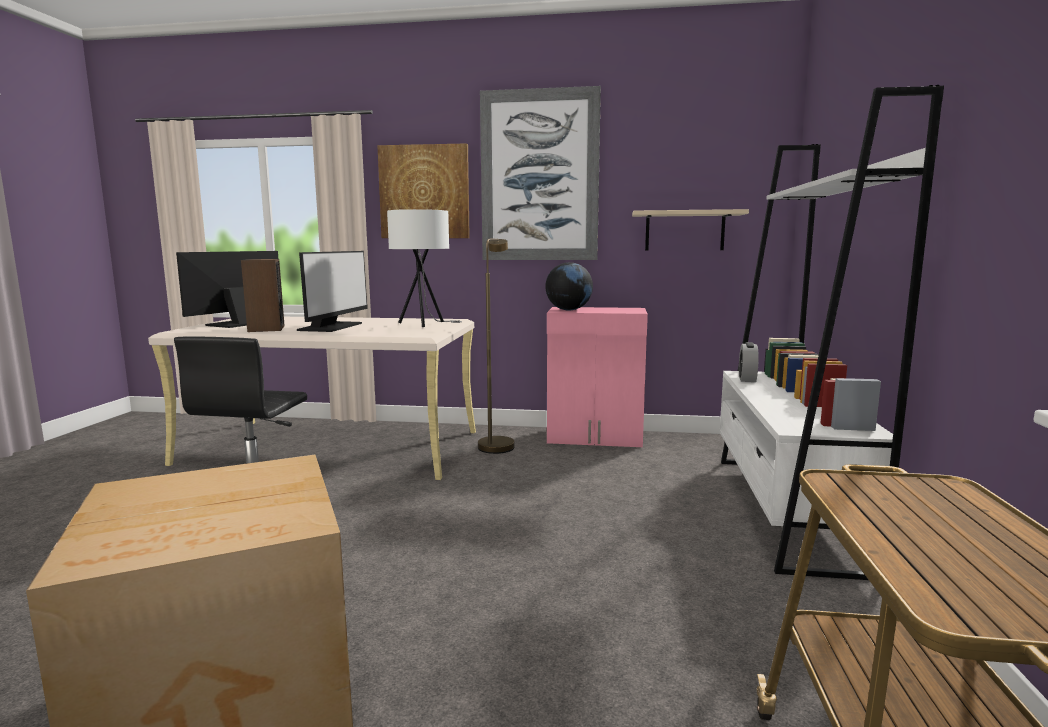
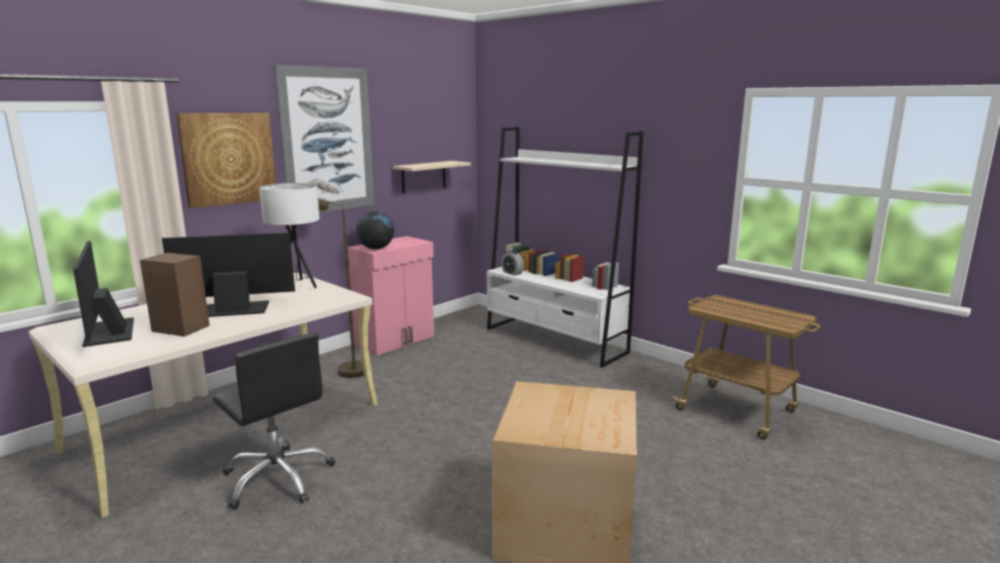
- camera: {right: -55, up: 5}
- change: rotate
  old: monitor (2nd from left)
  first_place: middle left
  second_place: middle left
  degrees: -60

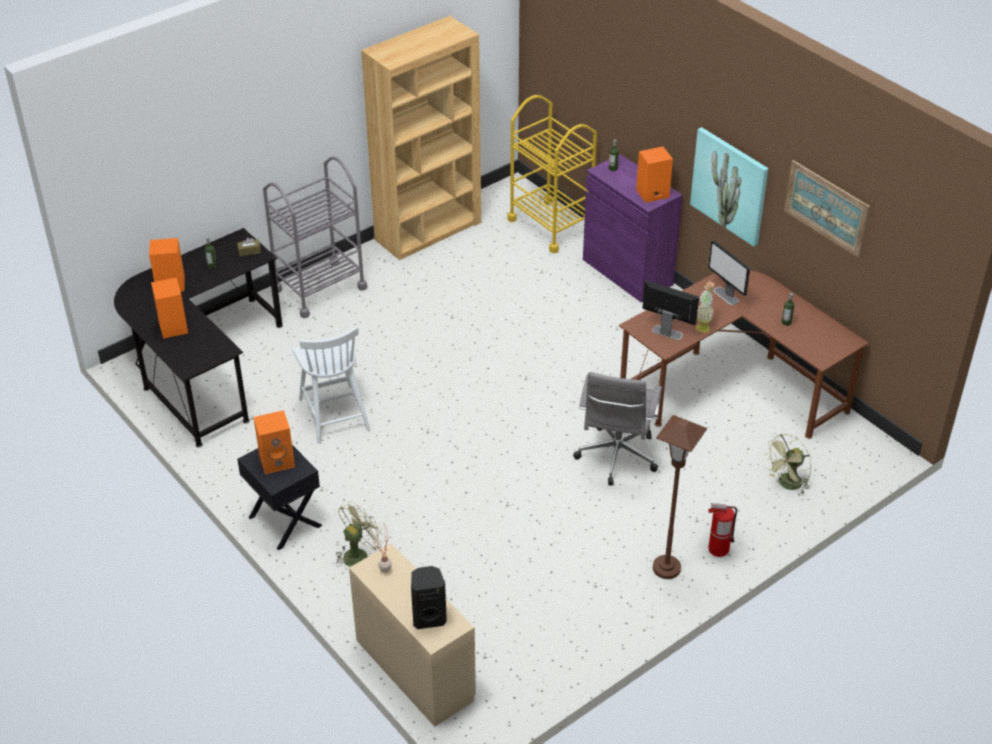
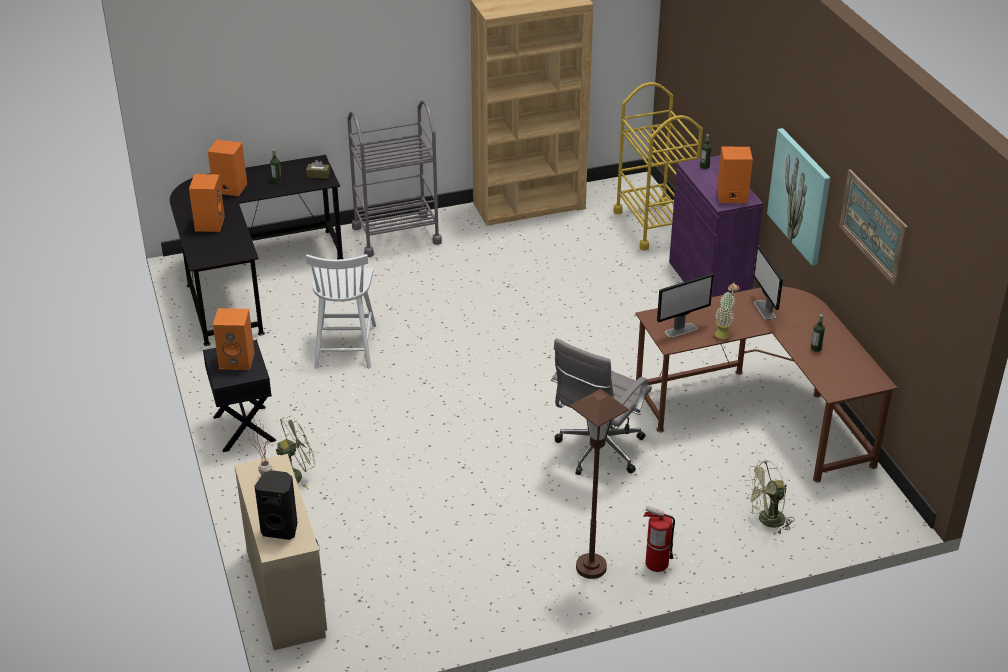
- camera: {right: 20, up: -5}
- change: rotate
  old: monitor (1st from left)
  first_place: middle right
  second_place: middle right
  degrees: 105

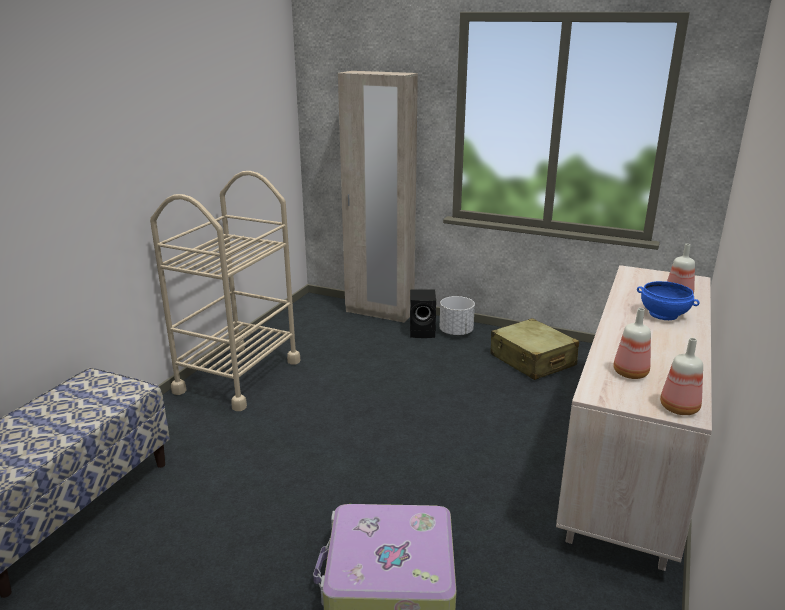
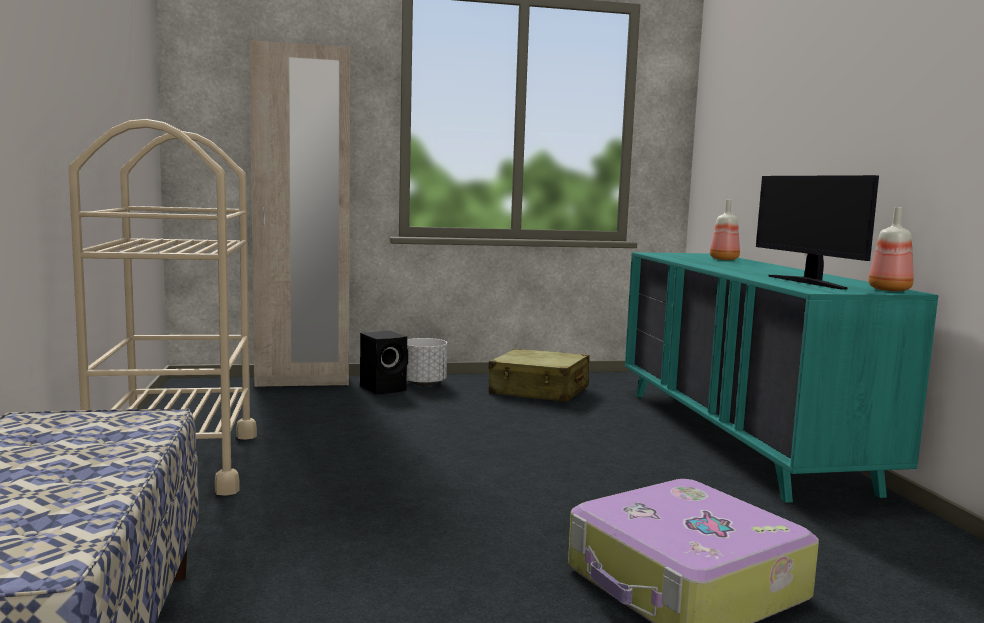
- camera: {right: -35, up: -15}
- change: recolor
  old: komoda (beżowy)
  new: komoda (turkusowy)
  first_place: bottom right
  second_place: middle right
- change: replace
  old: butelka (1st from left)
  new: monitor
  first_place: middle right
  second_place: middle right
- change: delete
  old: miska (niebieski)
  first_place: middle right

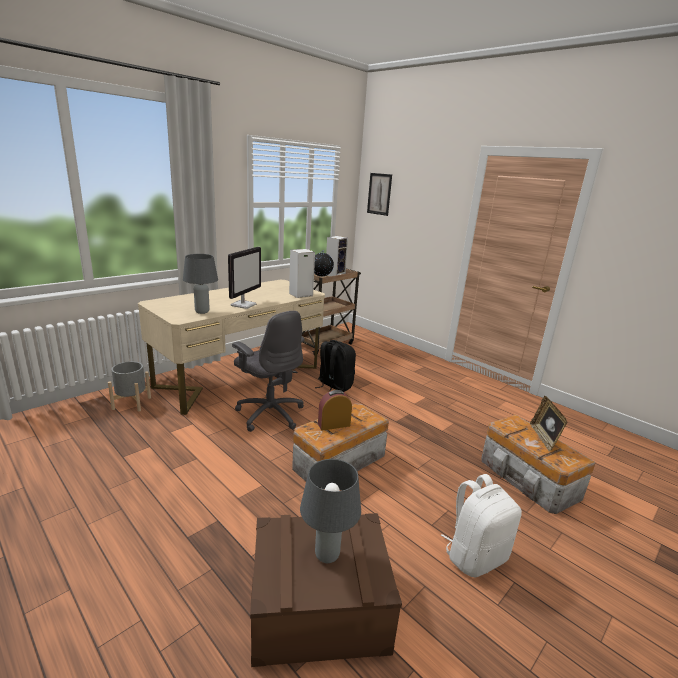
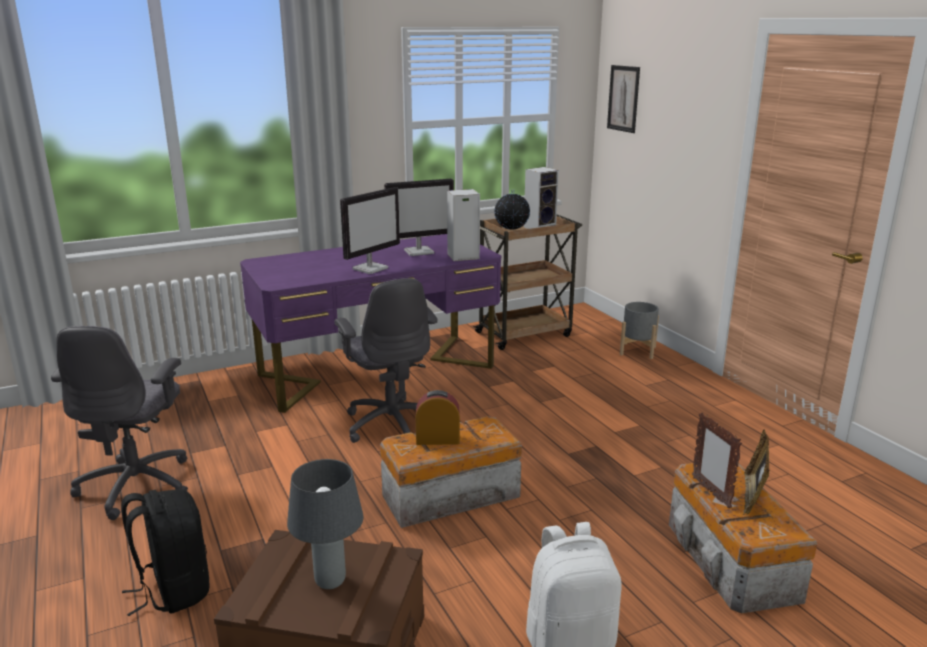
- camera: {right: 20, up: 0}
- change: move
  old: donica (szary)
  first_place: middle left
  second_place: middle right
- change: recolor
  old: biurko (beżowy)
  new: biurko (fioletowy)
  first_place: centre
  second_place: centre
- change: delete
  old: lampa stołowa (szary) (1st from left)
  first_place: middle left
- change: move
  old: plecak (czarny)
  first_place: centre
  second_place: bottom left
- change: insert
  new: krzesło biurowe (szary) (1st from left)
  second_place: middle left
- change: insert
  new: monitor (2nd from left)
  second_place: centre
- change: insert
  new: ramka na zdjęcie (1st from left)
  second_place: bottom right

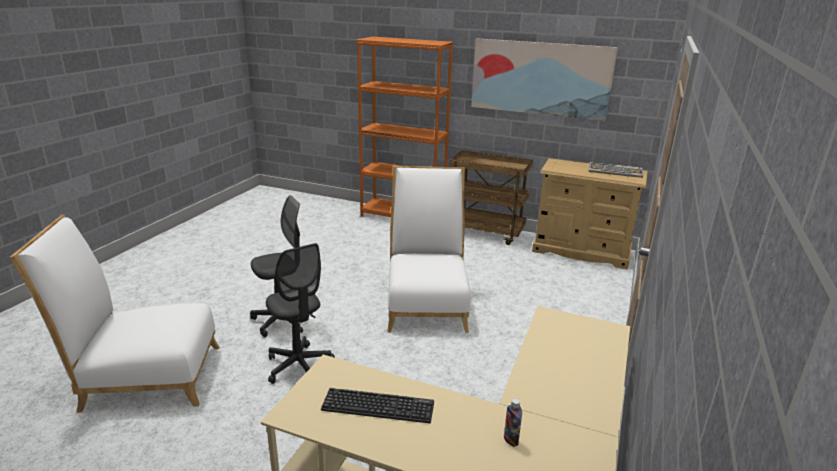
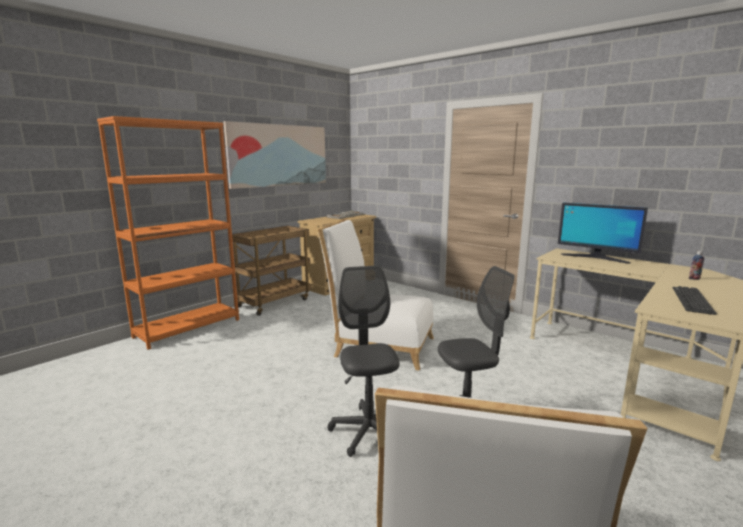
- camera: {right: -70, up: -10}
- change: insert
  new: monitor
  second_place: middle right

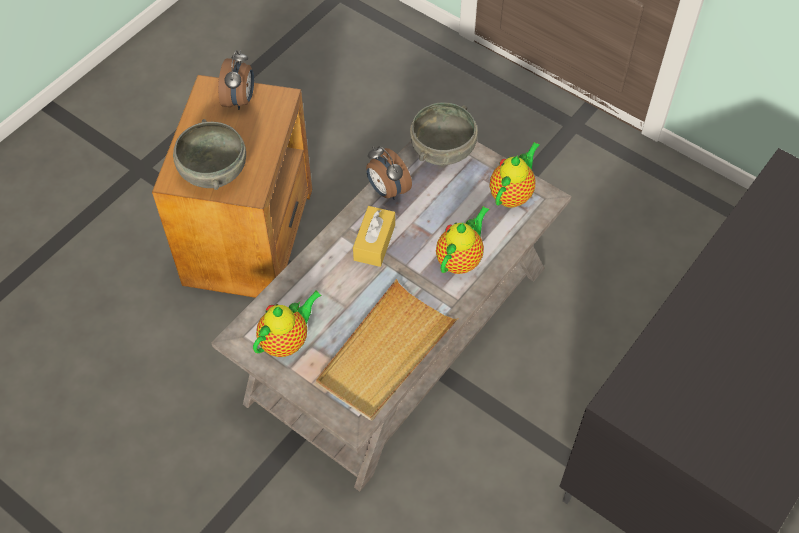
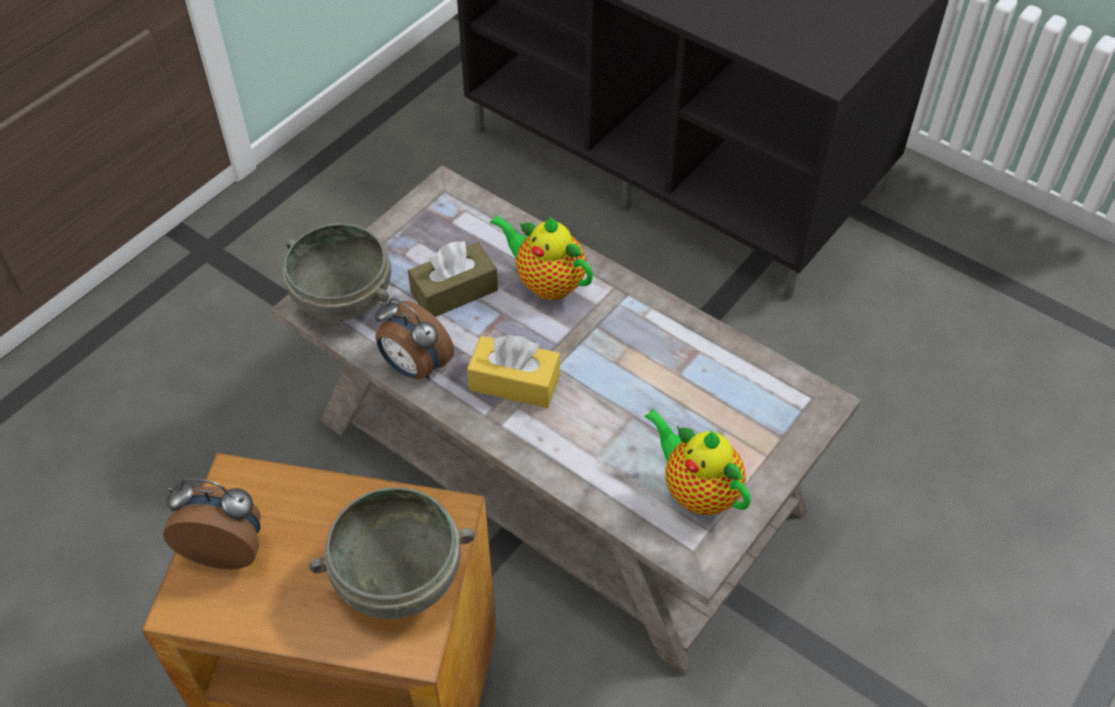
- camera: {right: -90, up: -5}
- change: delete
  old: taca (beżowy)
  first_place: centre
- change: rotate
  old: budzik (2nd from left)
  first_place: top centre
  second_place: centre
  degrees: 75
- change: delete
  old: imbryk (3rd from left)
  first_place: top centre
- change: insert
  new: pudełko chusteczek (brązowy)
  second_place: centre

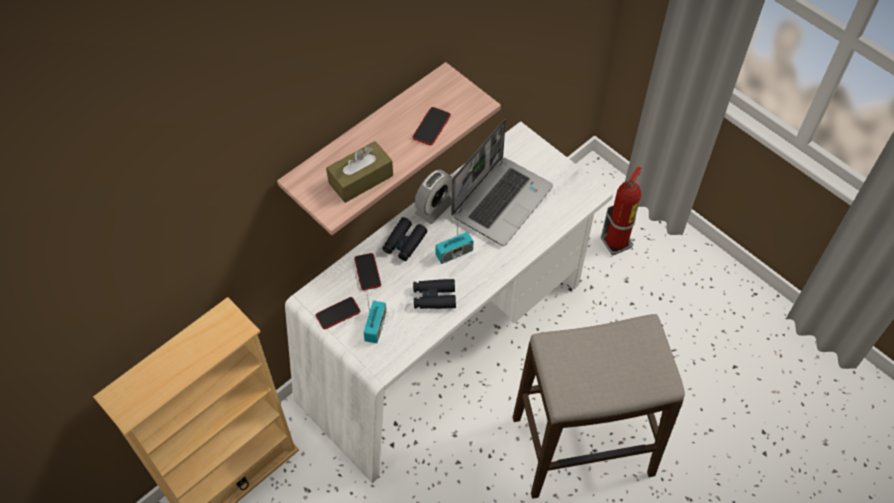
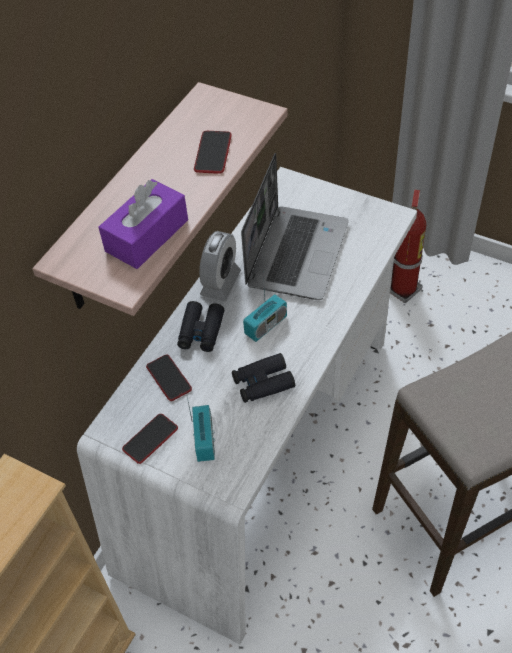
- camera: {right: -15, up: -5}
- change: recolor
  old: pudełko chusteczek (brązowy)
  new: pudełko chusteczek (fioletowy)
  first_place: centre
  second_place: middle left

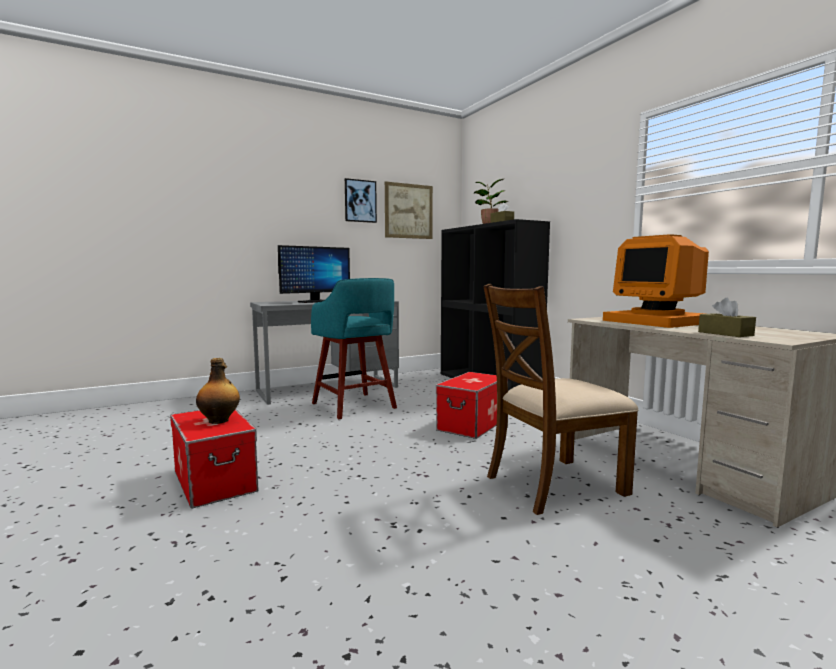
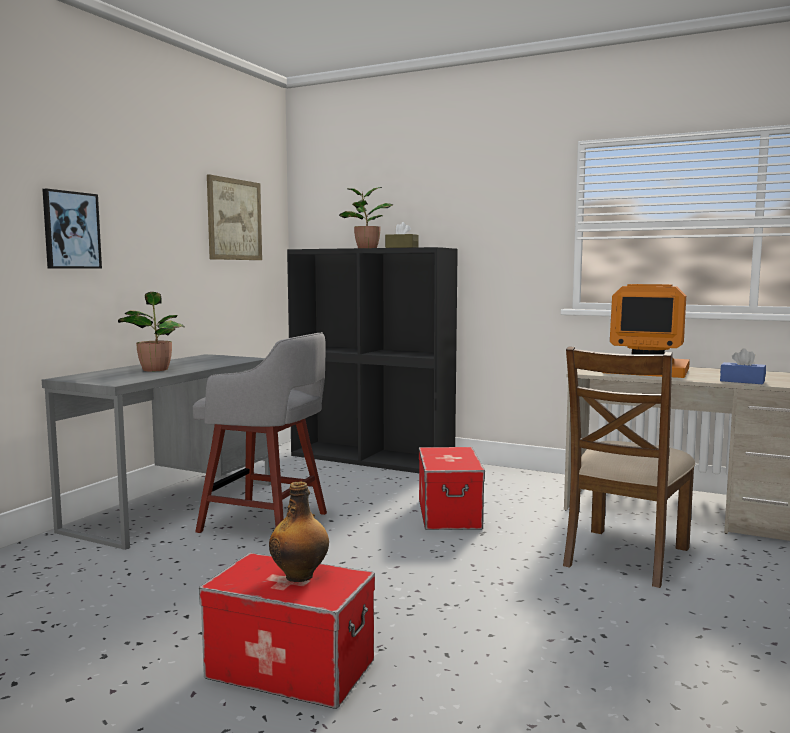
- camera: {right: -35, up: 0}
- change: replace
  old: monitor (1st from left)
  new: roślina doniczkowa (1st from left)
  first_place: centre
  second_place: middle left
- change: recolor
  old: stołek (turkusowy)
  new: stołek (szary)
  first_place: centre
  second_place: middle left
- change: move
  old: obraz (1st from left)
  first_place: top centre
  second_place: top left
- change: recolor
  old: pudełko chusteczek (brązowy) (2nd from left)
  new: pudełko chusteczek (niebieski)
  first_place: middle right
  second_place: middle right

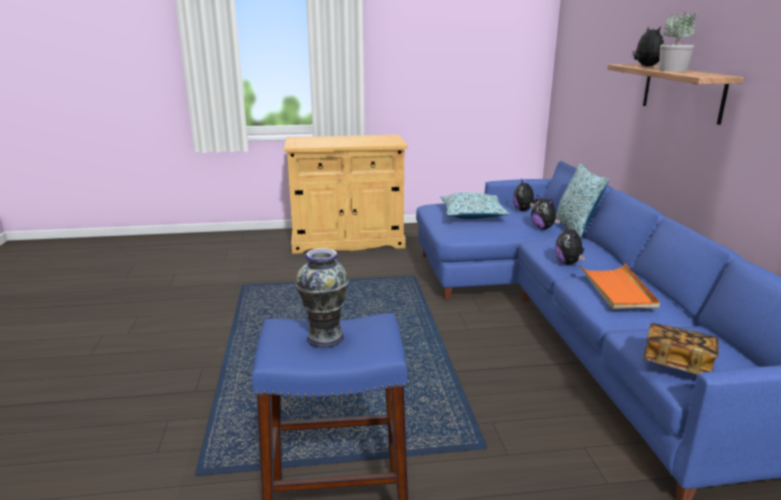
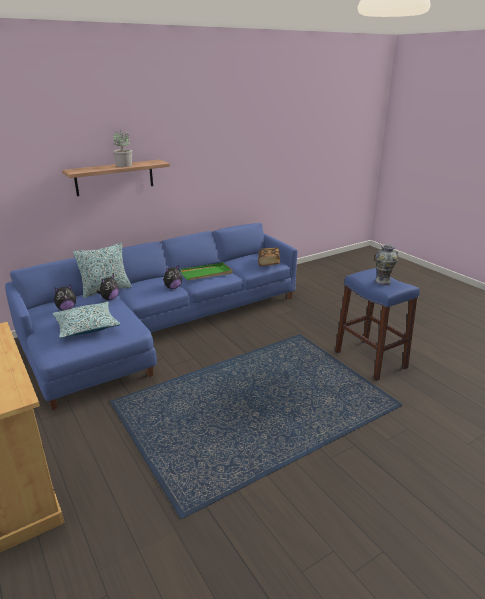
- camera: {right: -115, up: 5}
- change: recolor
  old: taca (pomarańczowy)
  new: taca (zielony)
  first_place: middle right
  second_place: centre
- change: delete
  old: pluszak (4th from left)
  first_place: top right

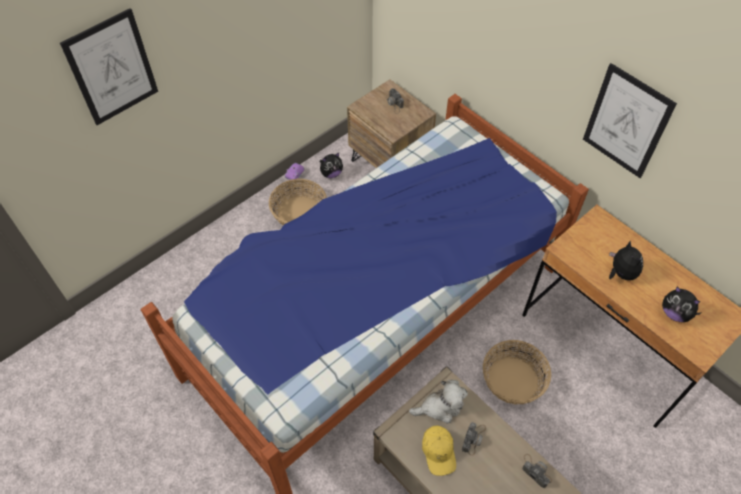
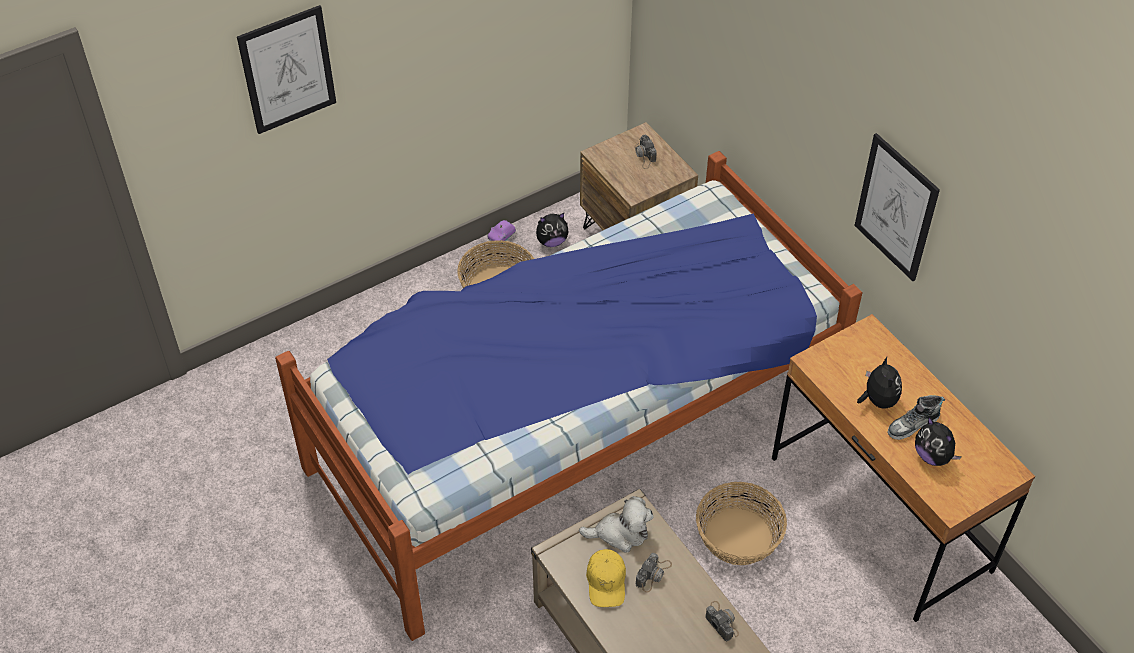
- camera: {right: 10, up: -5}
- change: insert
  new: but
  second_place: middle right

